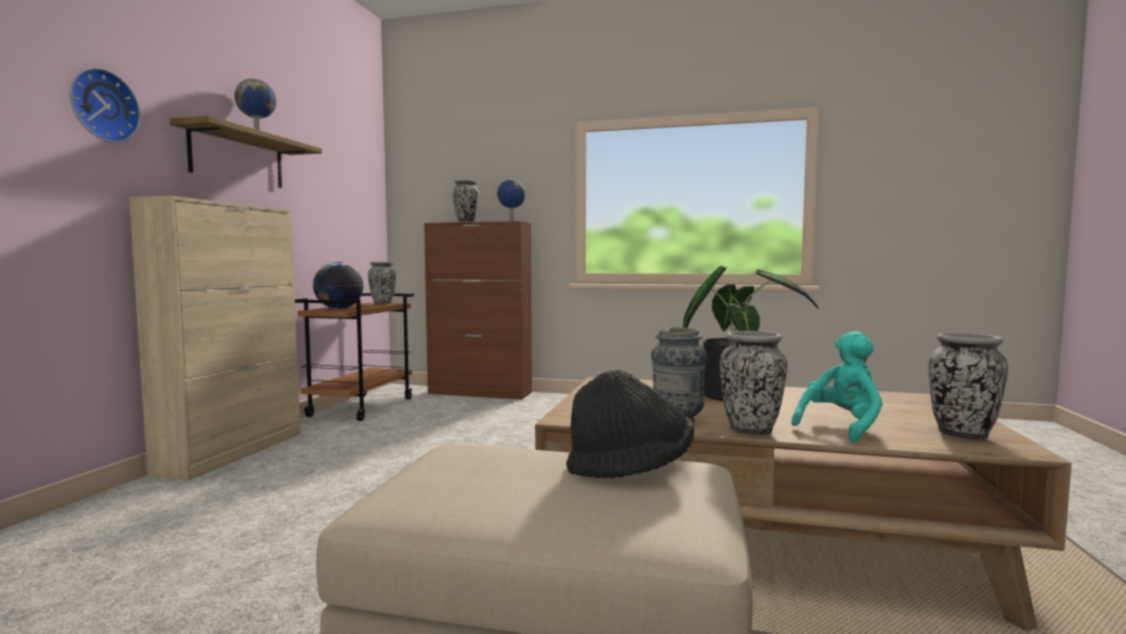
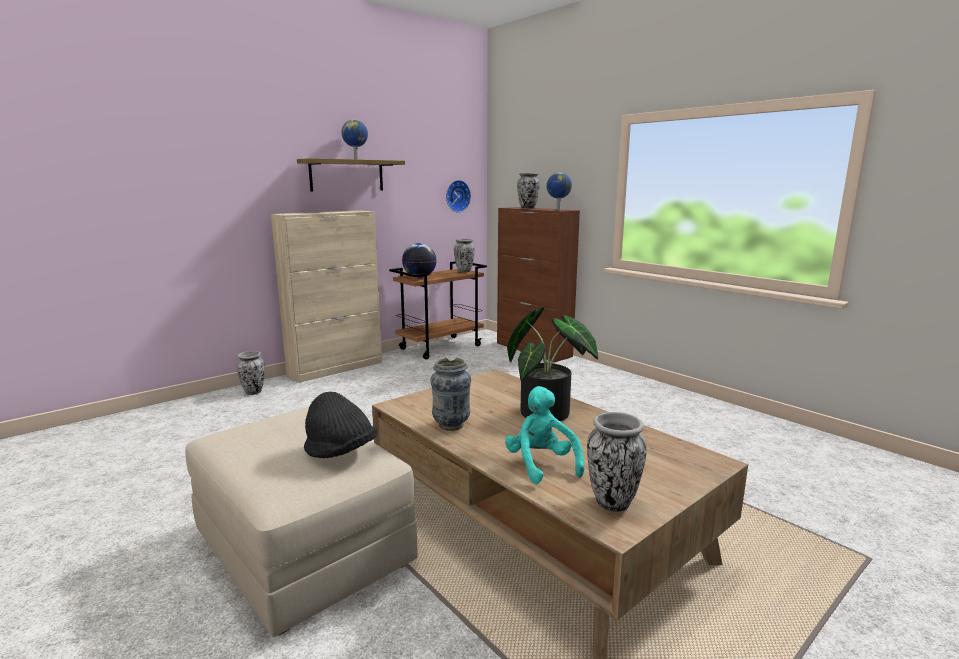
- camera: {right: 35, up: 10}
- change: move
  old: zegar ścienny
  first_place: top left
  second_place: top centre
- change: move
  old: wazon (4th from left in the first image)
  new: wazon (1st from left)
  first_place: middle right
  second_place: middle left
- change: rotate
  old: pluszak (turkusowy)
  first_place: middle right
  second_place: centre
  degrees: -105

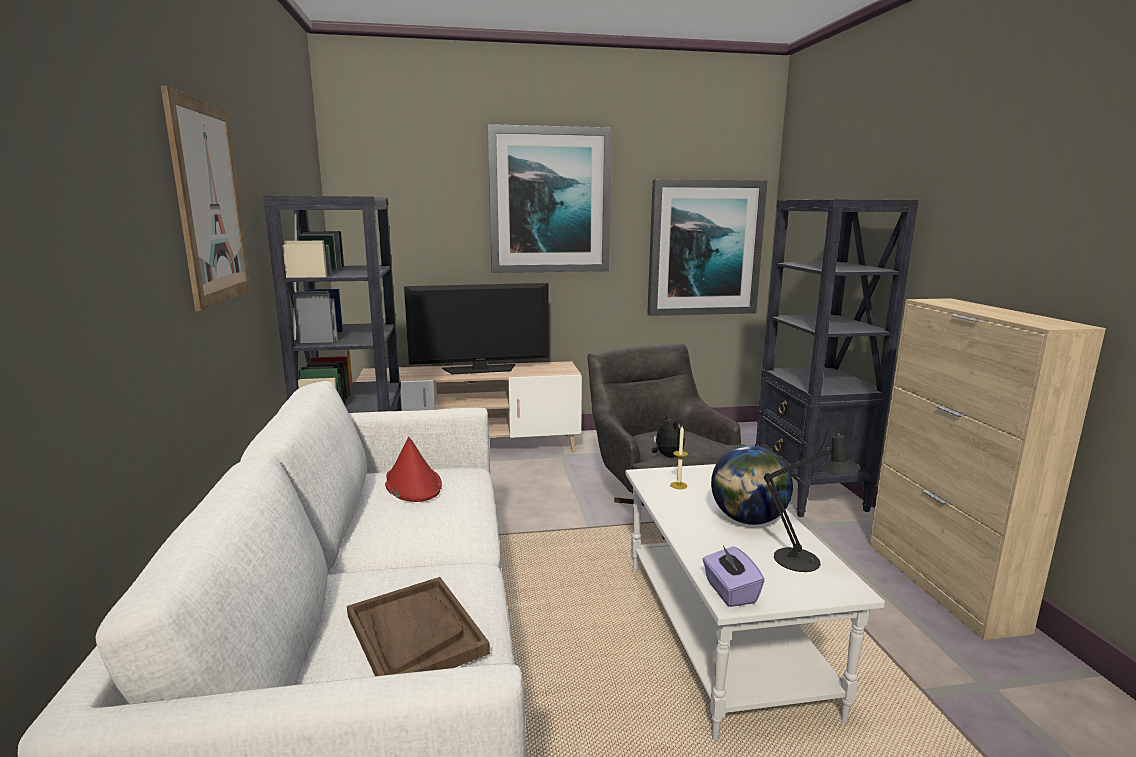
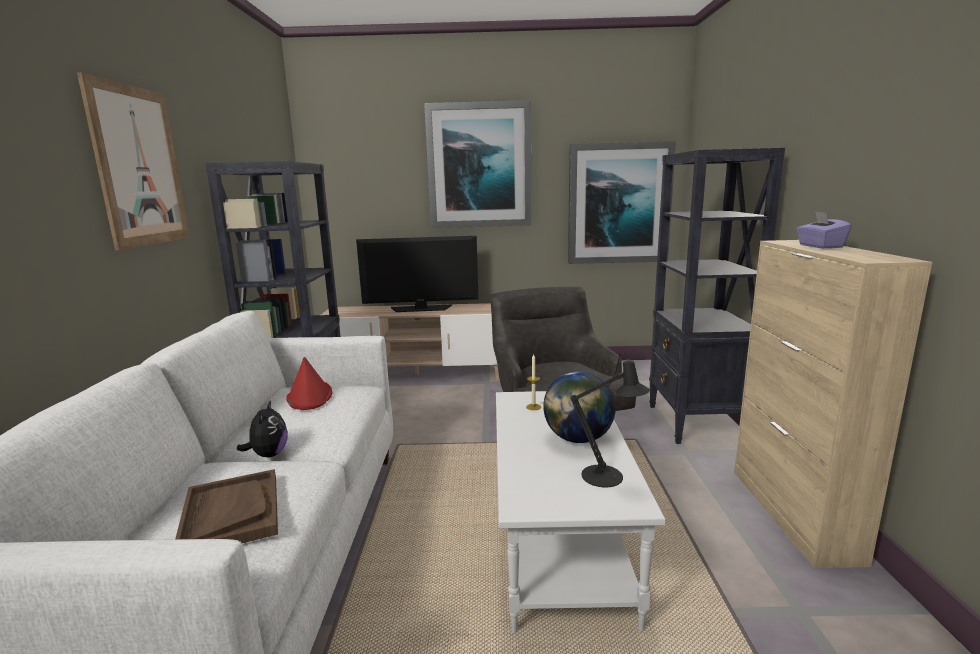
- camera: {right: 10, up: 0}
- change: move
  old: pluszak
  first_place: centre
  second_place: middle left
- change: move
  old: pudełko chusteczek (fioletowy)
  first_place: bottom centre
  second_place: middle right

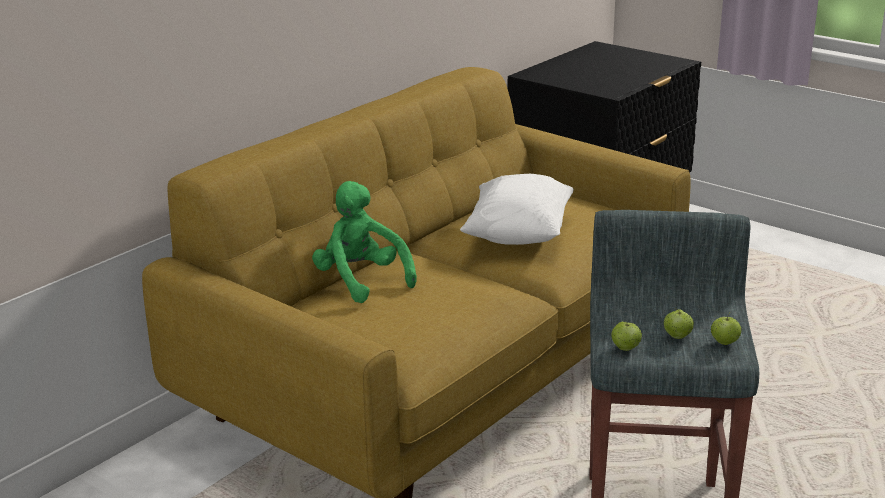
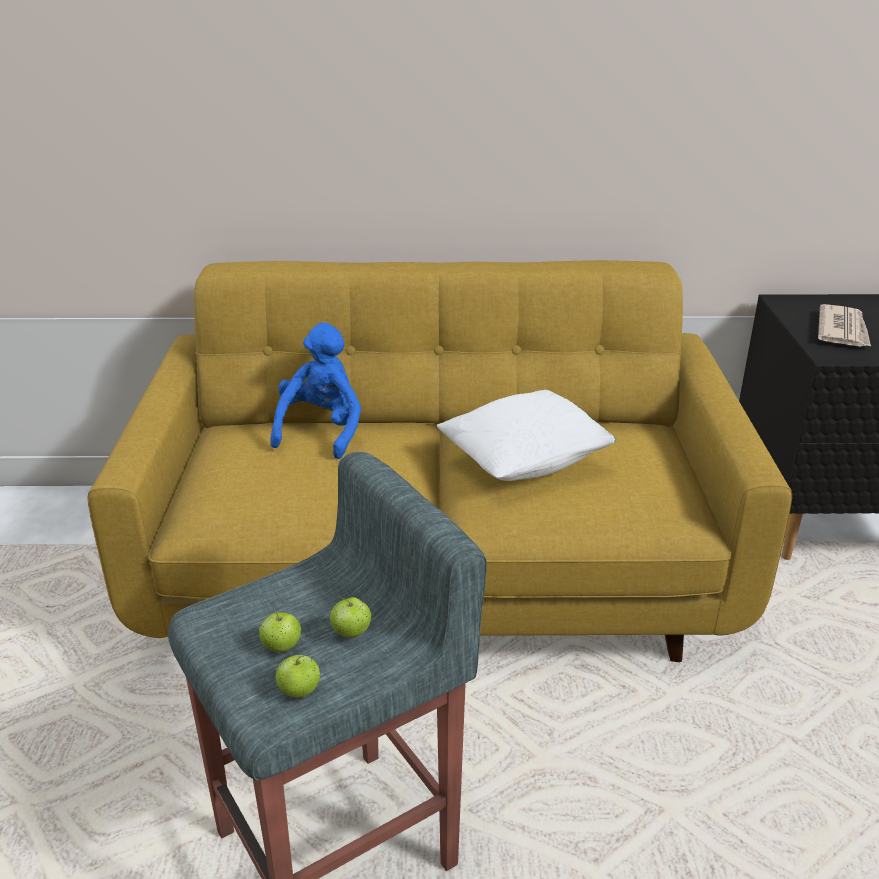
- camera: {right: 50, up: 5}
- change: recolor
  old: pluszak (zielony)
  new: pluszak (niebieski)
  first_place: centre
  second_place: centre
- change: move
  old: jabłko (1st from left in the first image)
  new: jabłko (3rd from left)
  first_place: bottom right
  second_place: bottom centre
- change: insert
  new: gazeta
  second_place: middle right

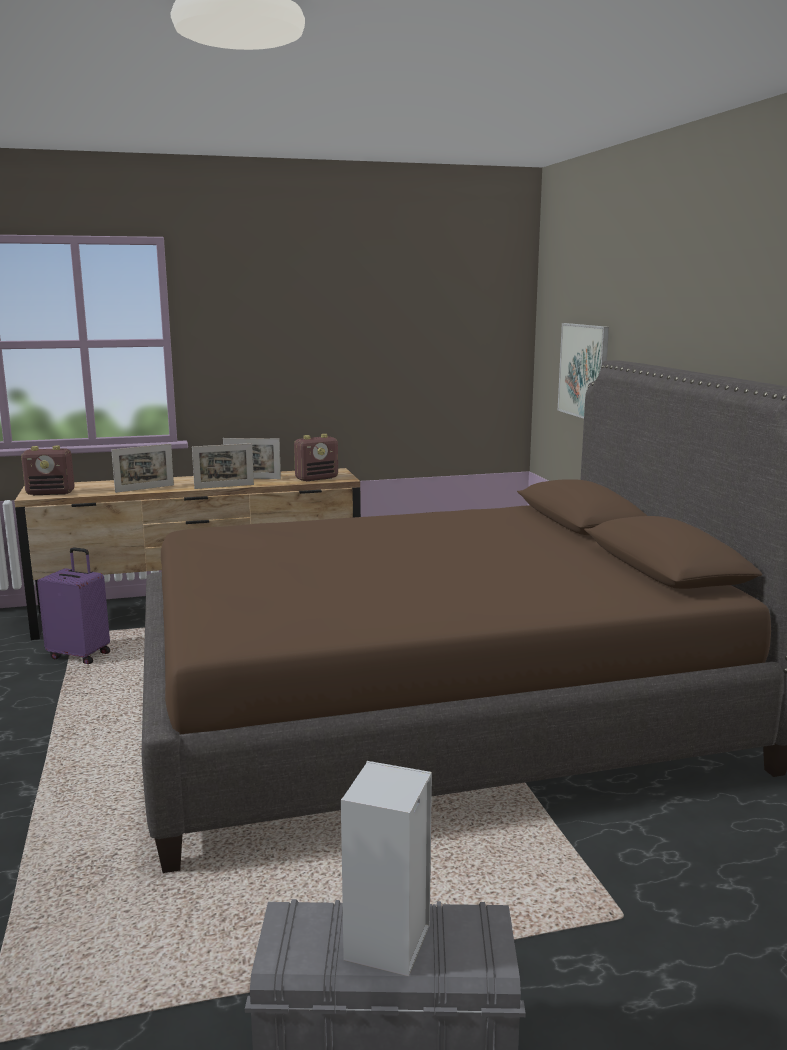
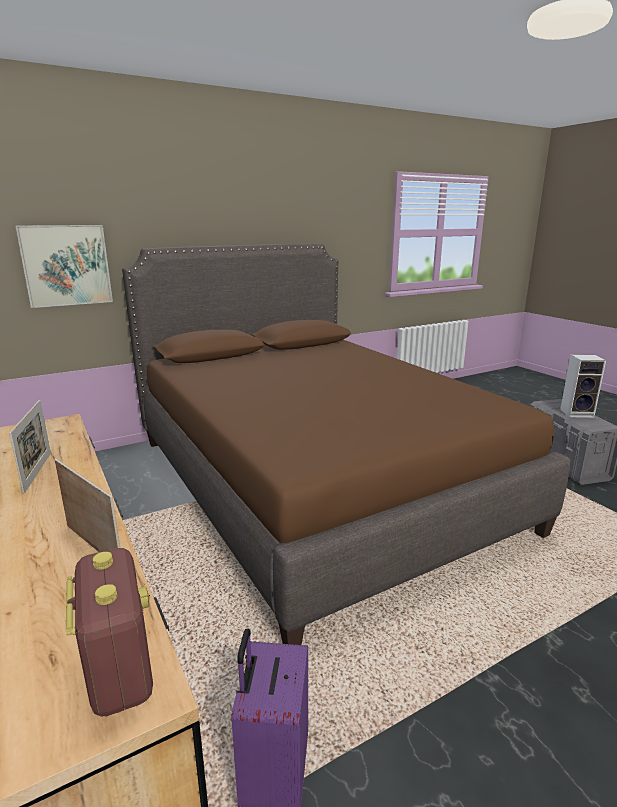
- camera: {right: -105, up: 5}
- change: delete
  old: ramka na zdjęcie (2nd from left)
  first_place: middle left
- change: delete
  old: radio (2nd from left)
  first_place: centre

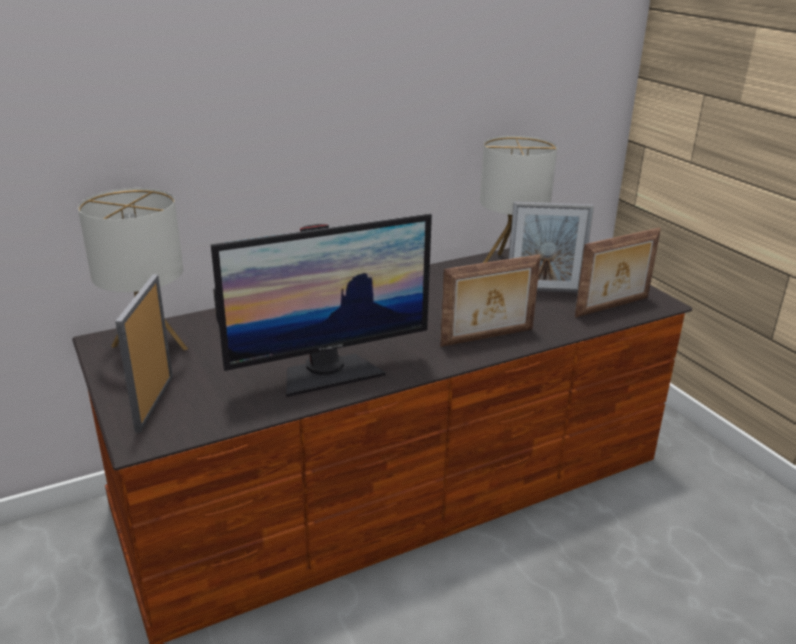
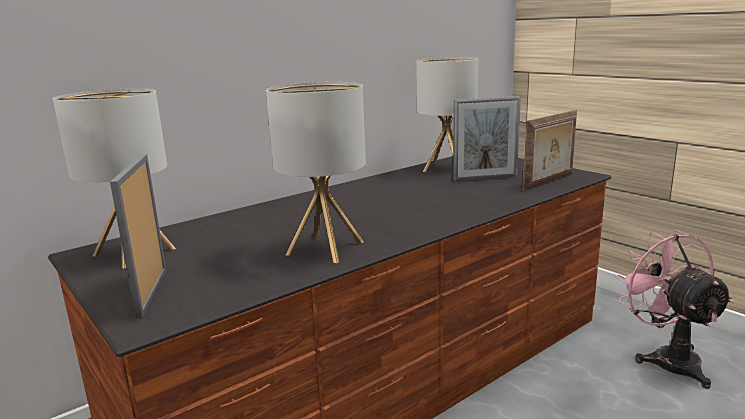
- camera: {right: -10, up: -10}
- change: replace
  old: monitor
  new: lampa stołowa (2nd from left)
  first_place: centre
  second_place: centre
- change: delete
  old: ramka na zdjęcie (2nd from left)
  first_place: centre
- change: insert
  new: wentylator (różowy)
  second_place: bottom right

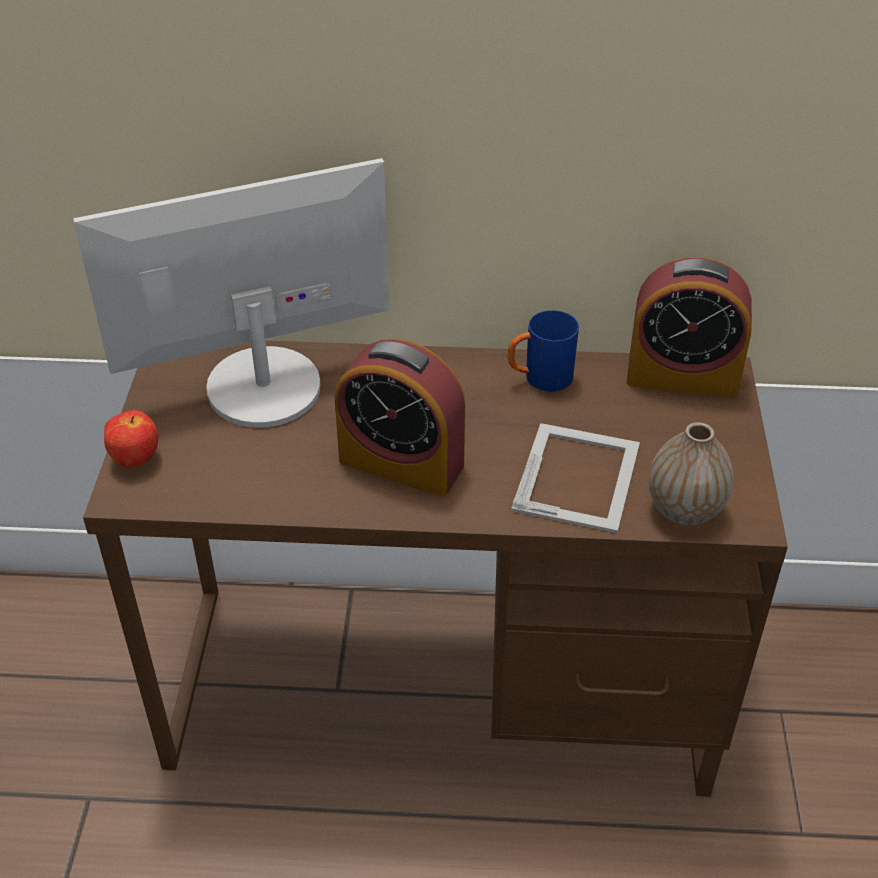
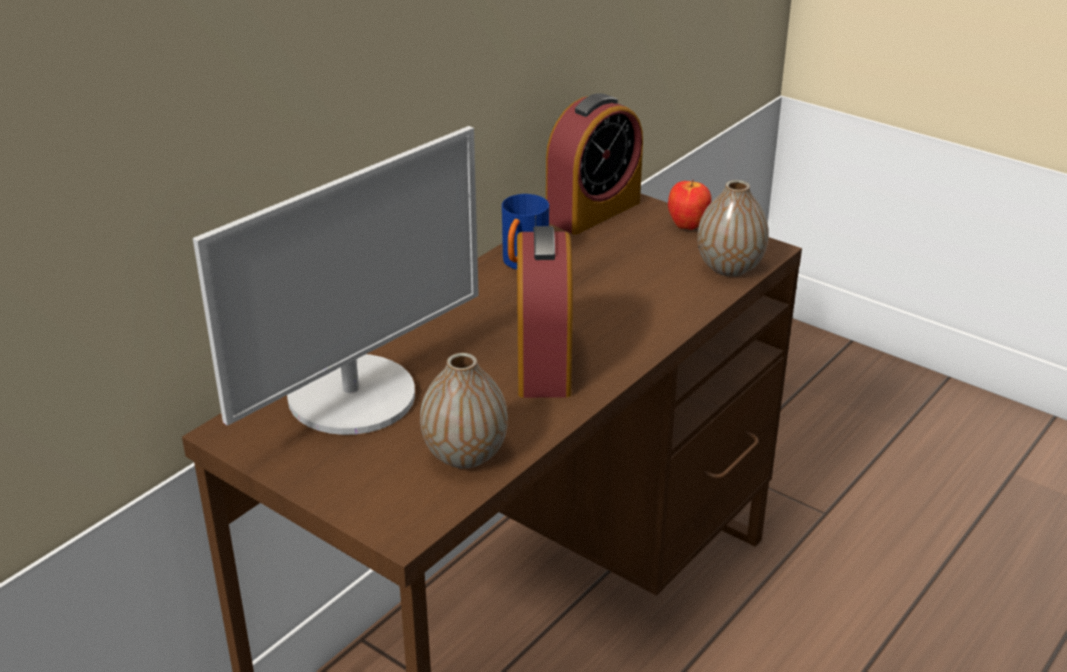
- camera: {right: -55, up: -10}
- change: rotate
  old: monitor
  first_place: middle left
  second_place: middle left
  degrees: -150
- change: move
  old: jabłko
  first_place: middle left
  second_place: top centre
- change: rotate
  old: budzik (1st from left)
  first_place: centre
  second_place: centre
  degrees: 120
- change: delete
  old: ramka na zdjęcie
  first_place: centre
- change: insert
  new: wazon (1st from left)
  second_place: centre

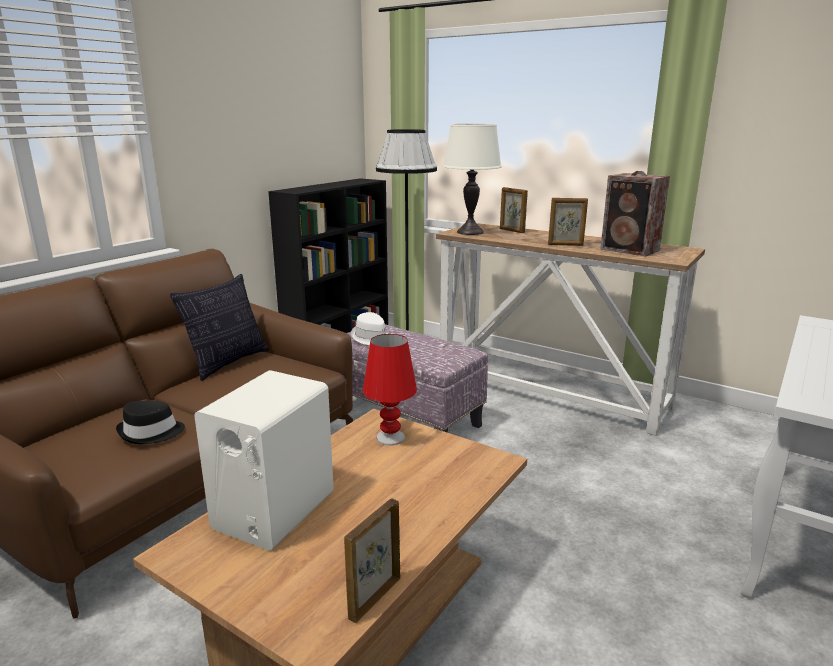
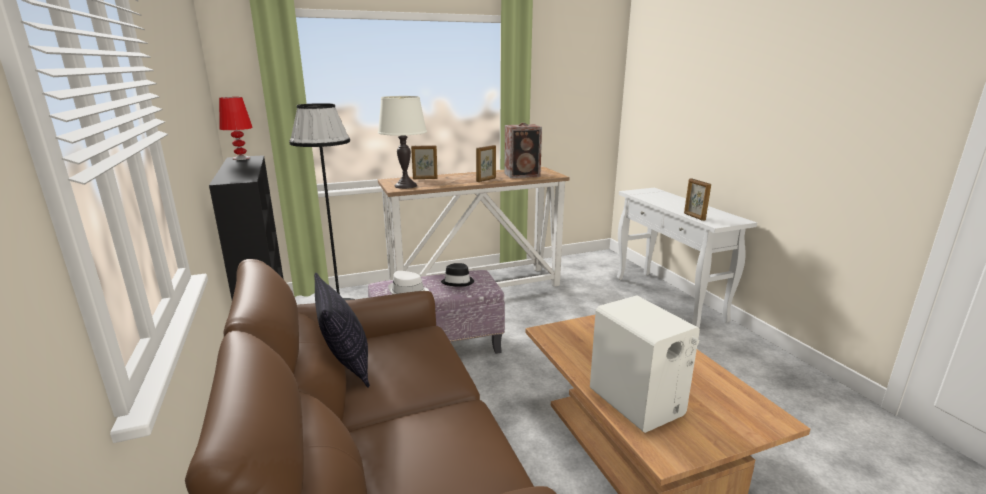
- camera: {right: -55, up: 0}
- change: move
  old: kapelusz (czarny)
  first_place: middle left
  second_place: centre
- change: move
  old: ramka na zdjęcie (1st from left in the first image)
  new: ramka na zdjęcie (3rd from left)
  first_place: bottom centre
  second_place: middle right
- change: move
  old: lampa stołowa (czerwony)
  first_place: centre
  second_place: top left

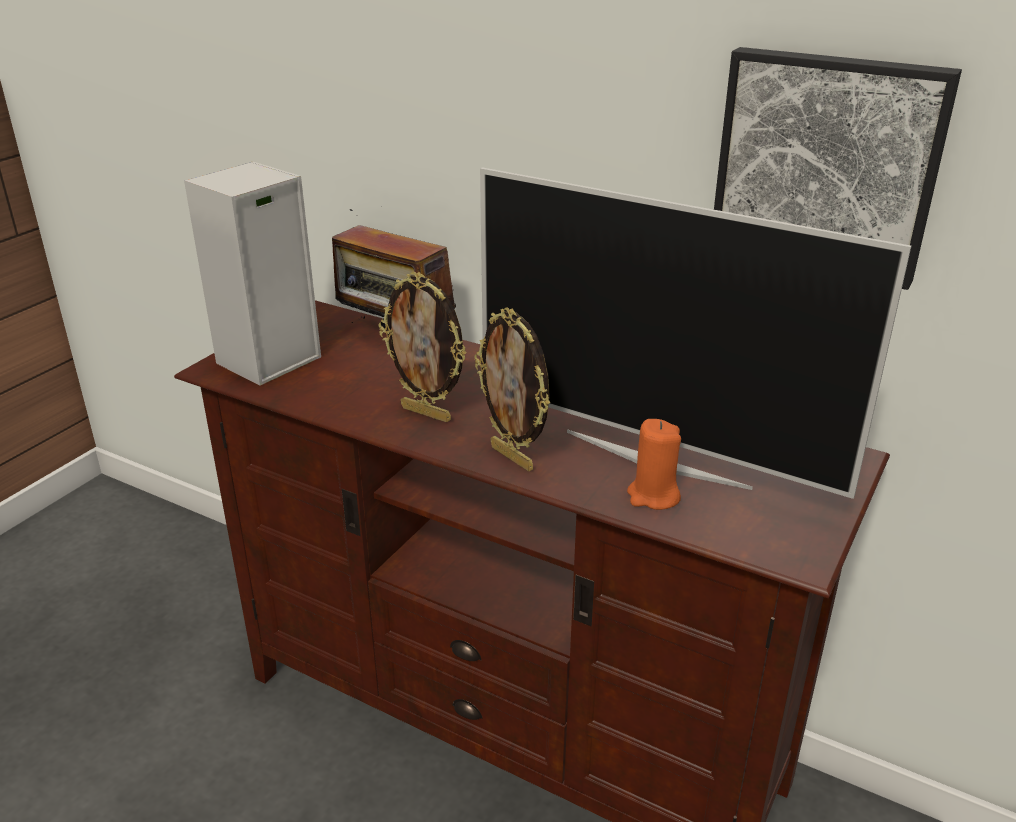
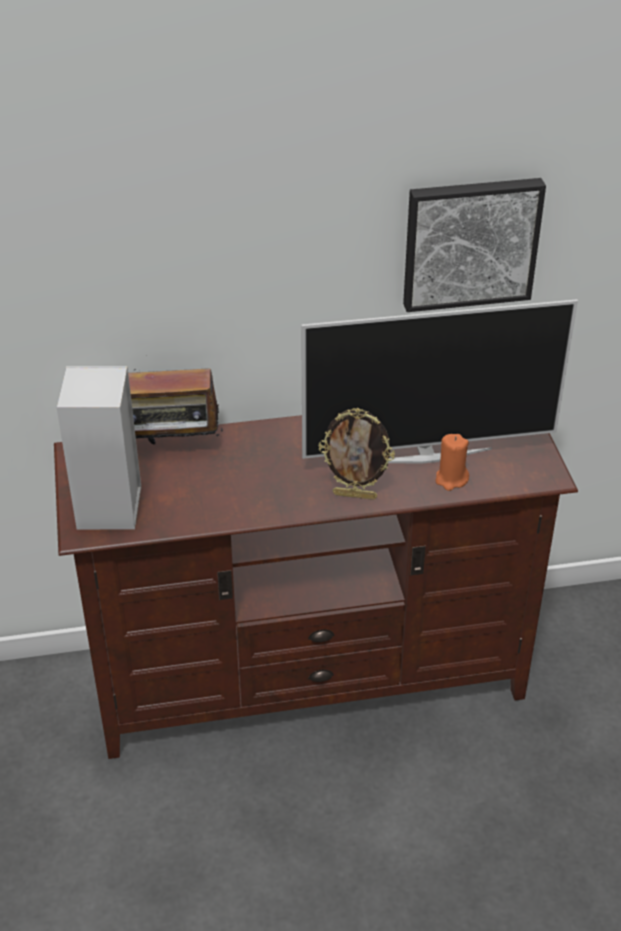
- camera: {right: -40, up: 10}
- change: delete
  old: ramka na zdjęcie (1st from left)
  first_place: centre

